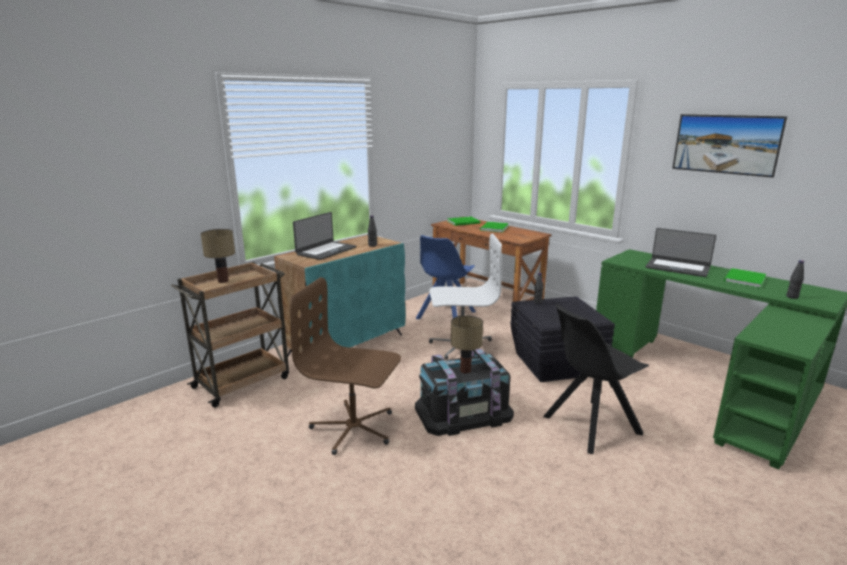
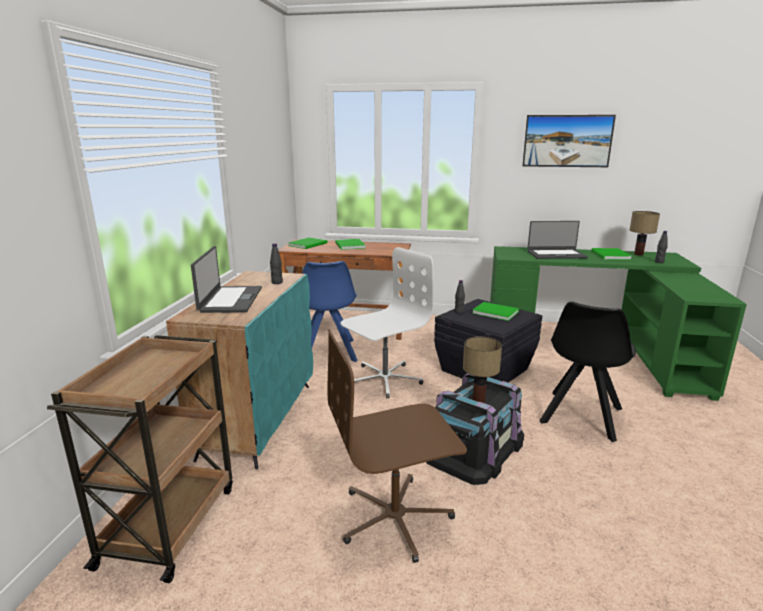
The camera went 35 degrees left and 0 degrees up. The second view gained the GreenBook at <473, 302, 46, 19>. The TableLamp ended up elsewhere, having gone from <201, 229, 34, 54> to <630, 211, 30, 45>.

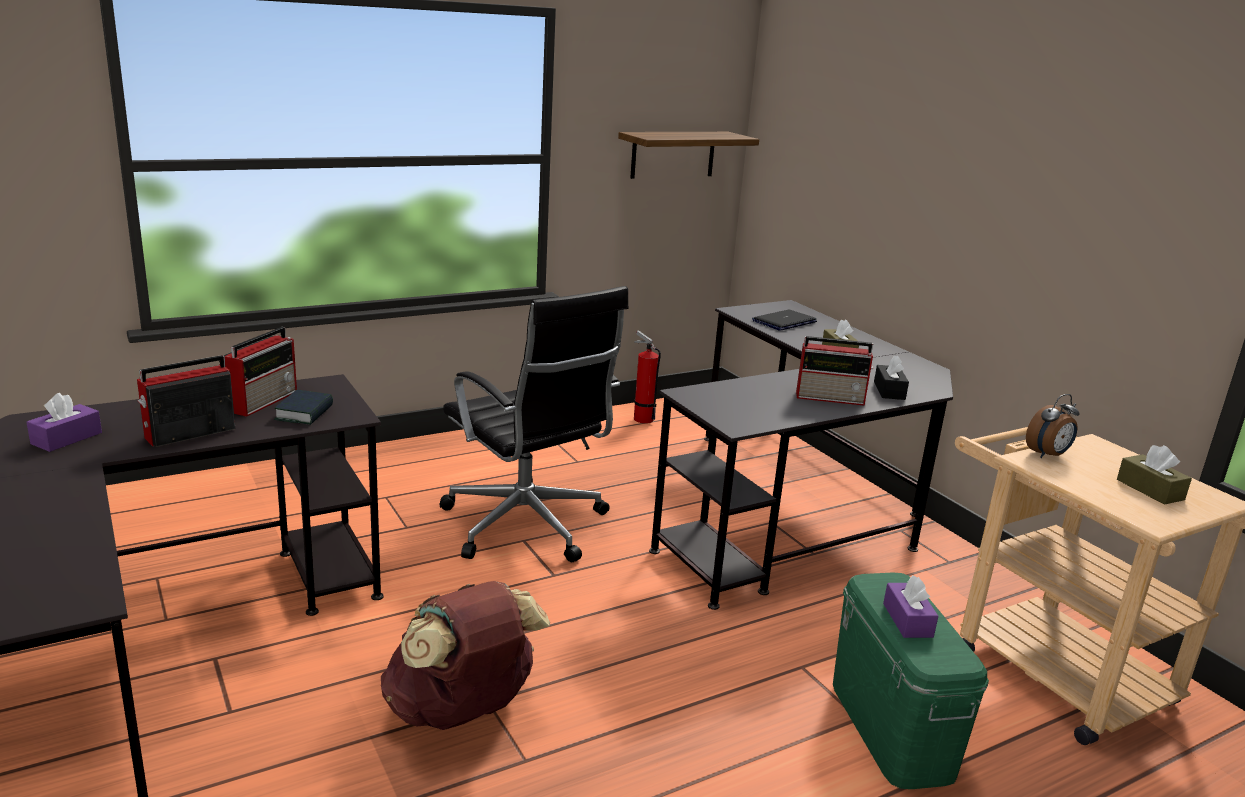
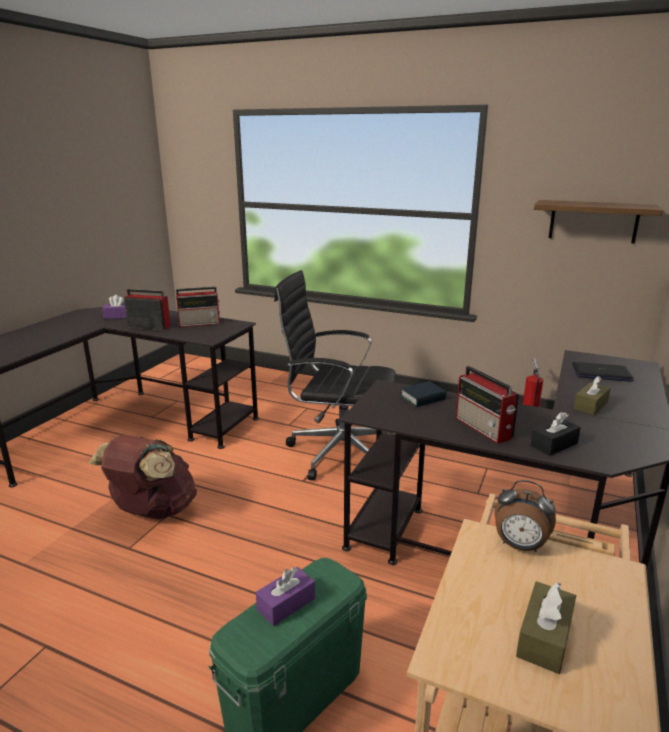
The camera went 55 degrees right and 0 degrees up. The Book ended up elsewhere, having gone from <274, 390, 59, 35> to <400, 381, 46, 26>. The BlackOfficeChair at <439, 286, 189, 276> ended up facing another way, 90 degrees clockwise from before.

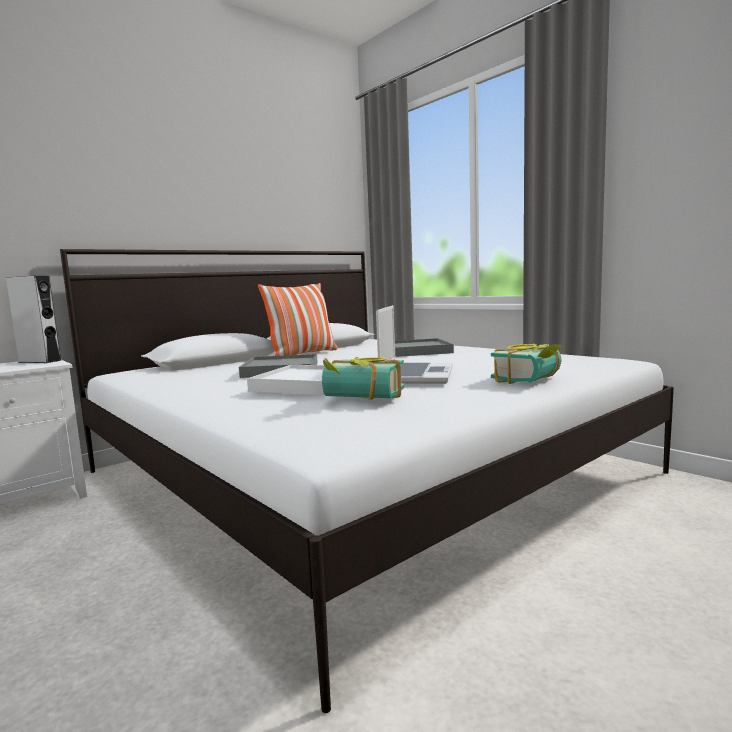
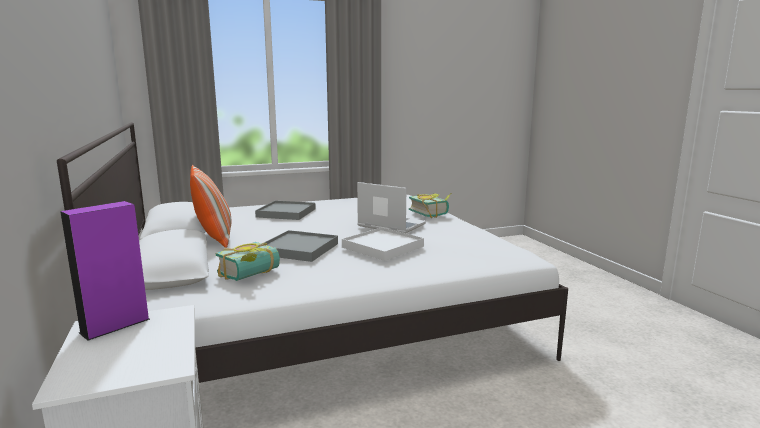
The camera went 70 degrees left and 5 degrees up. The Book ended up elsewhere, having gone from <322, 357, 82, 43> to <216, 242, 64, 39>. What was the GreySpeaker at <6, 276, 56, 87> turned into the PurpleSpeaker at <60, 201, 90, 140>.

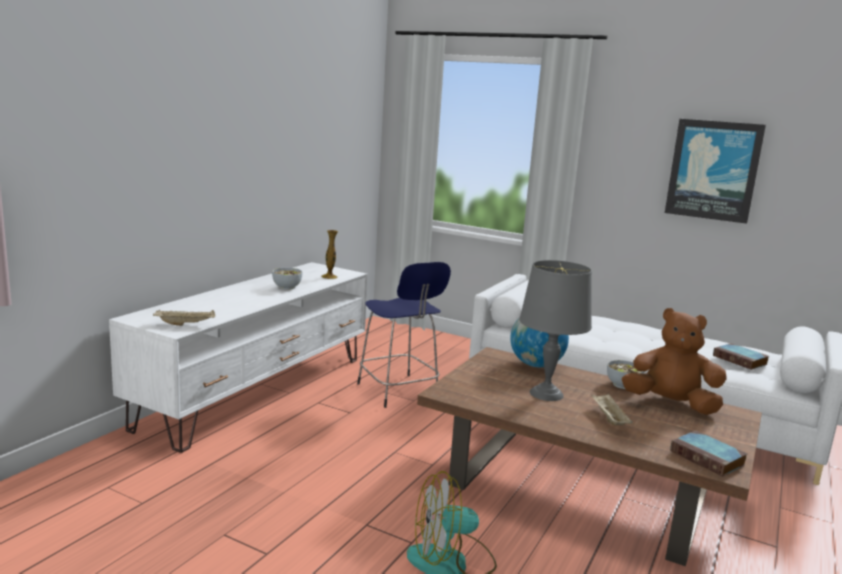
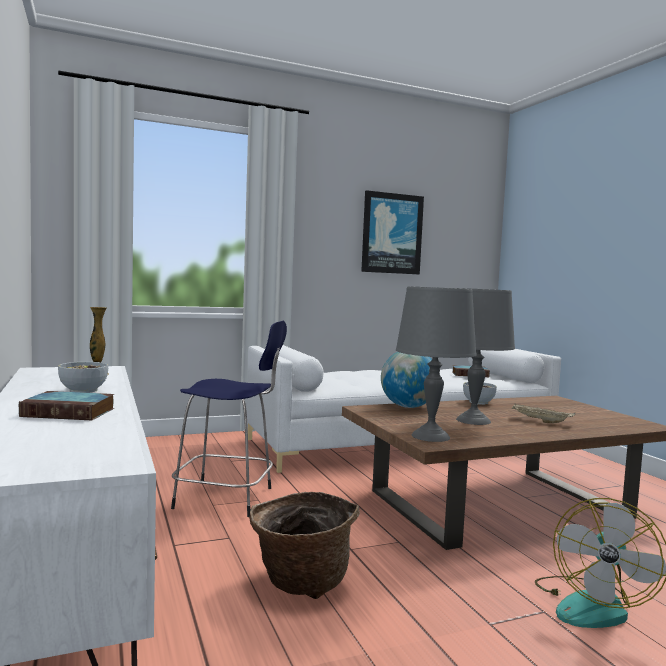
The camera went 50 degrees left and 10 degrees down. The second view lost the BeigeTray at <153, 310, 62, 16>. The second view lost the BrownPlushToy at <622, 308, 105, 107>. The second view gained the Basket at <250, 492, 110, 107>. The second view gained the GreyTableLamp at <396, 286, 81, 156>. The Book ended up elsewhere, having gone from <670, 430, 78, 46> to <19, 391, 95, 29>.

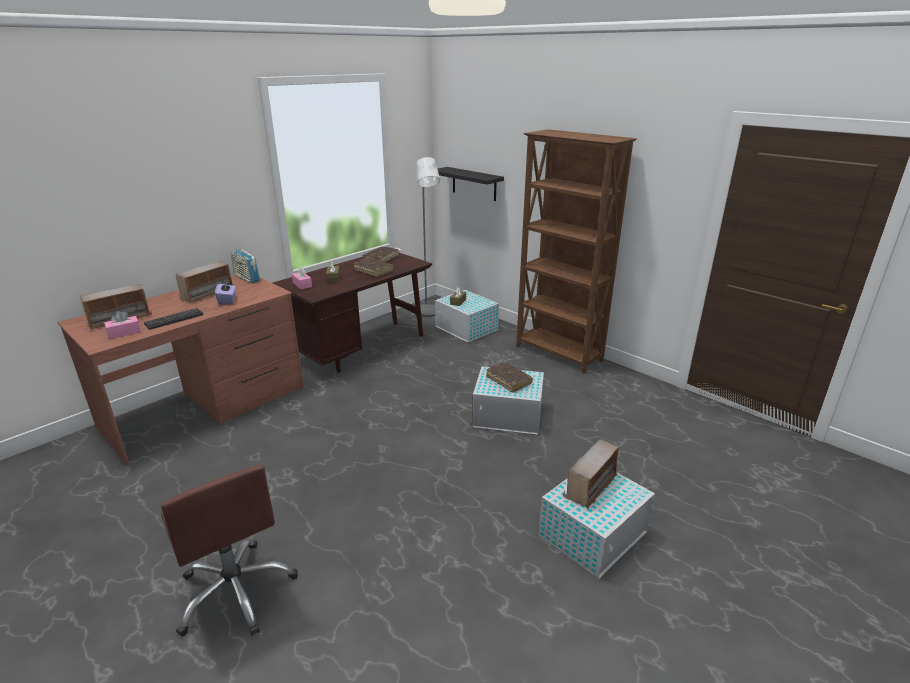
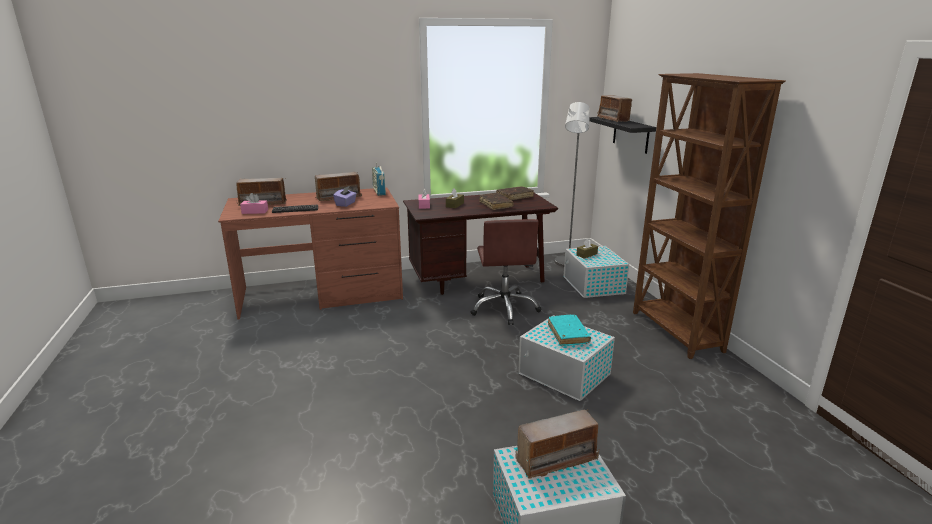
The camera went 30 degrees right and 5 degrees down. The second view gained the Radio at <597, 95, 35, 27>. The BrownOfficeChair ended up elsewhere, having gone from <161, 464, 137, 173> to <471, 219, 70, 106>. What was the BrownBook at <486, 362, 47, 30> turned into the TurquoiseBook at <548, 315, 43, 31>.

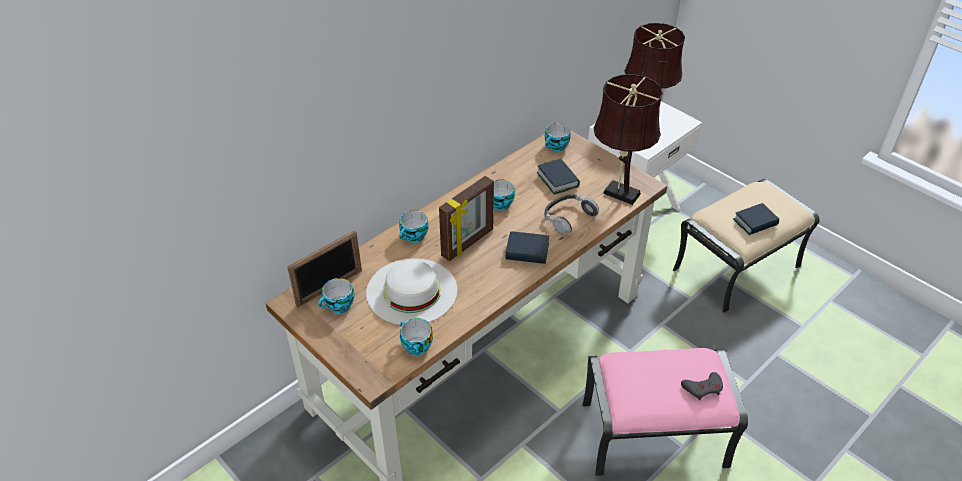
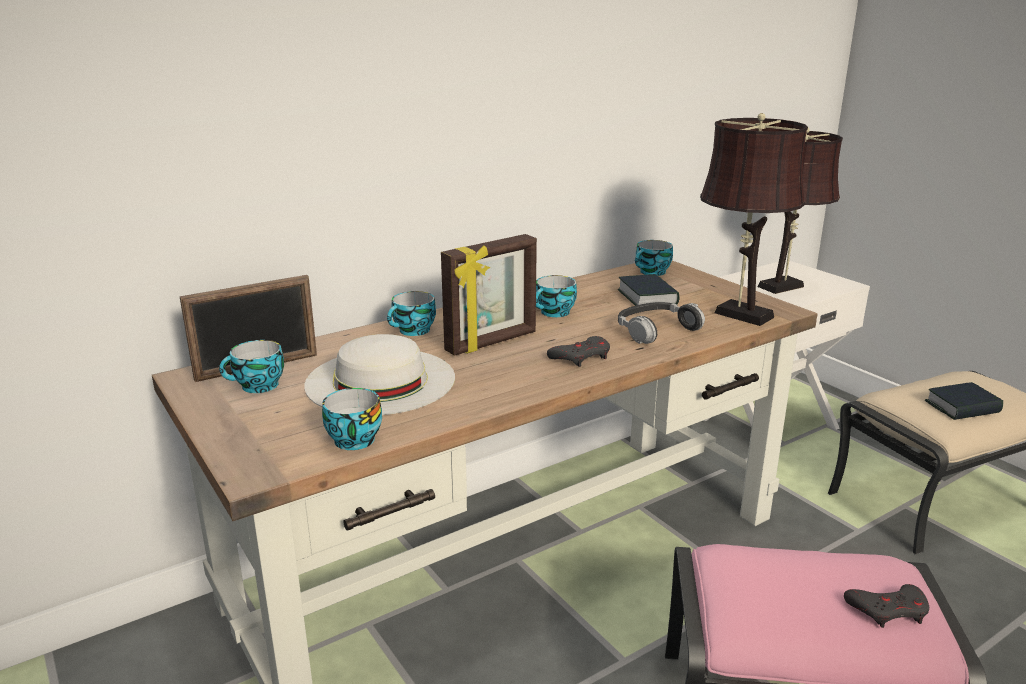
The camera went 10 degrees right and 20 degrees down. Where the Book stood at <505, 231, 44, 33>, the GreyGameController came to stand at <547, 336, 63, 31>.

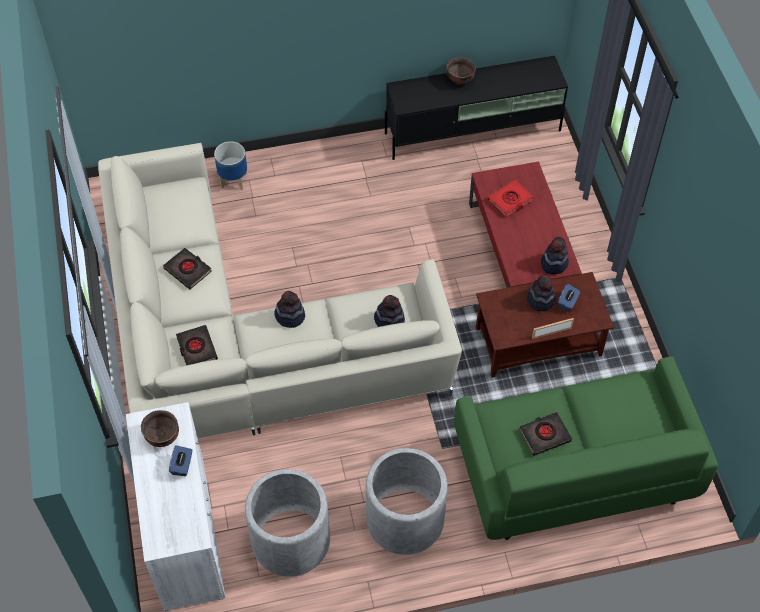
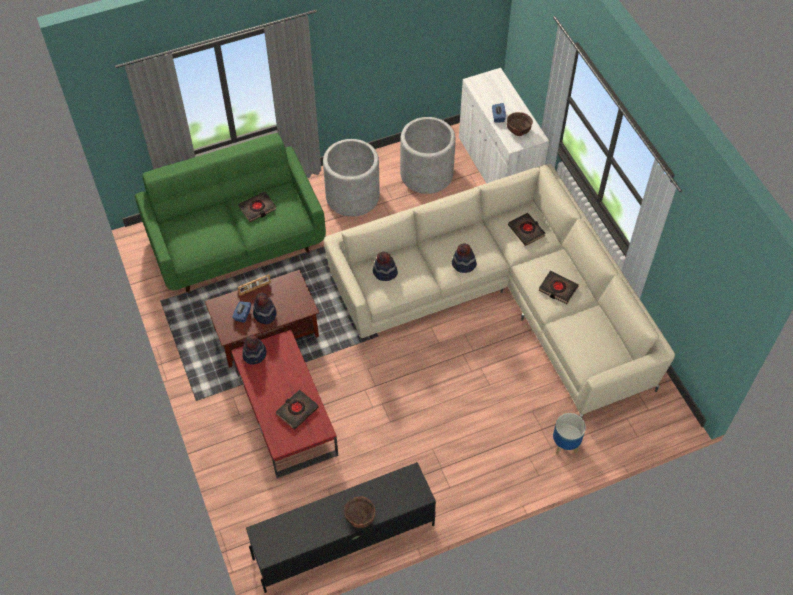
The camera went 170 degrees right and 0 degrees up. What was the RedBook at <488, 180, 46, 37> turned into the BlackBook at <276, 390, 43, 40>.

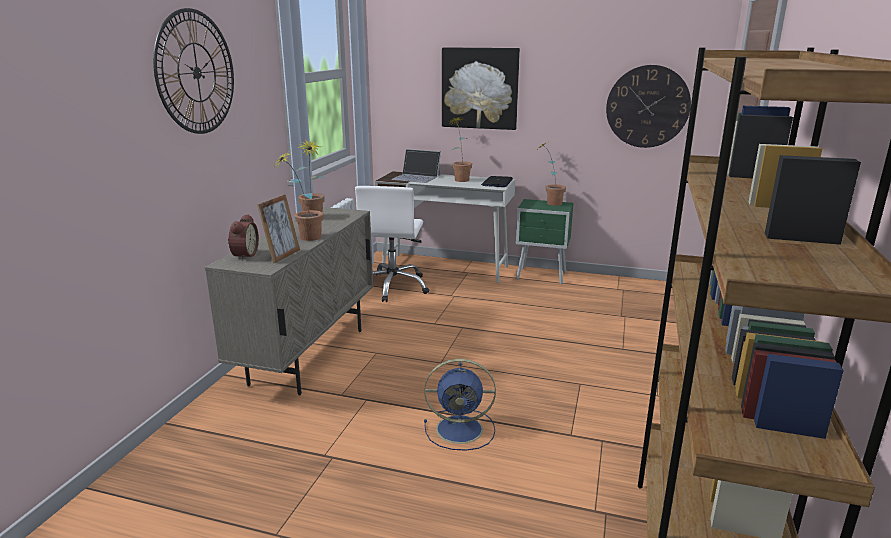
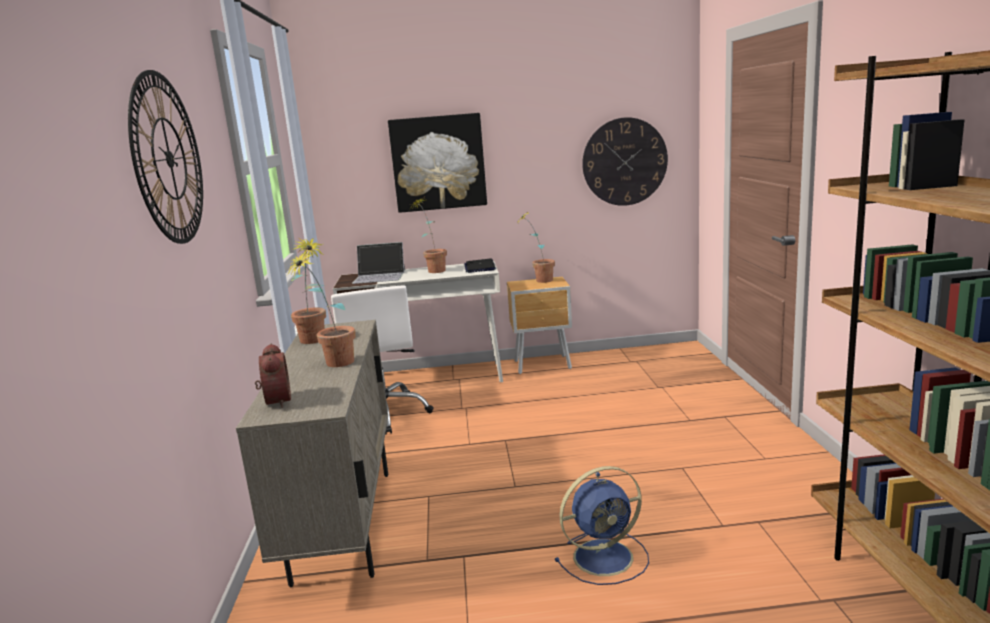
The camera went 20 degrees left and 5 degrees down. The second view lost the PictureFrame at <257, 194, 43, 70>. What was the GreenNightstand at <516, 199, 57, 85> turned into the BrownNightstand at <507, 277, 65, 97>.

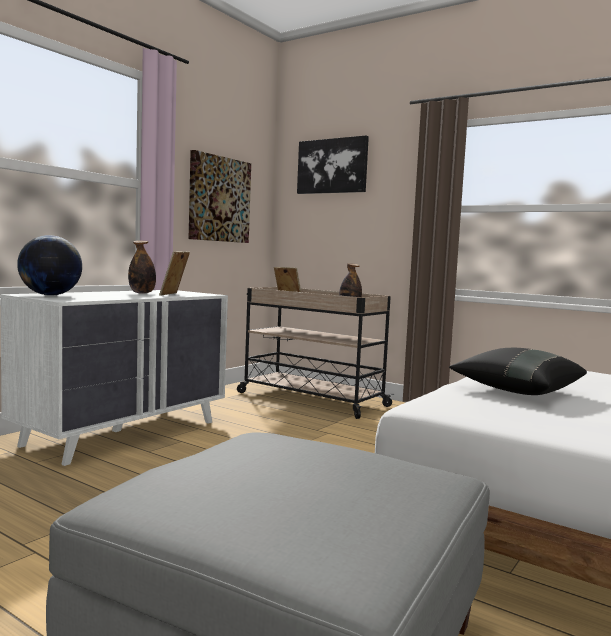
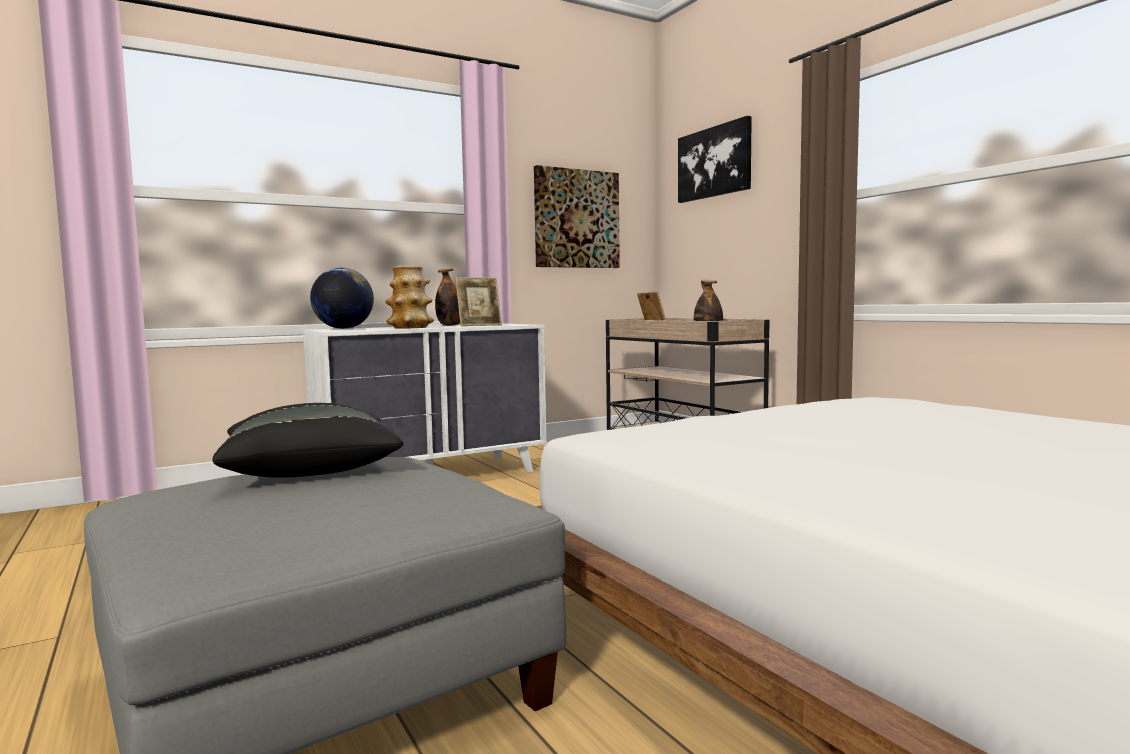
The camera went 25 degrees right and 0 degrees up. The second view gained the Vase at <385, 266, 49, 63>. The BlackPillow ended up elsewhere, having gone from <449, 348, 138, 47> to <212, 403, 192, 75>. The PictureFrame at <159, 251, 31, 45> ended up facing another way, 150 degrees counterclockwise from before.

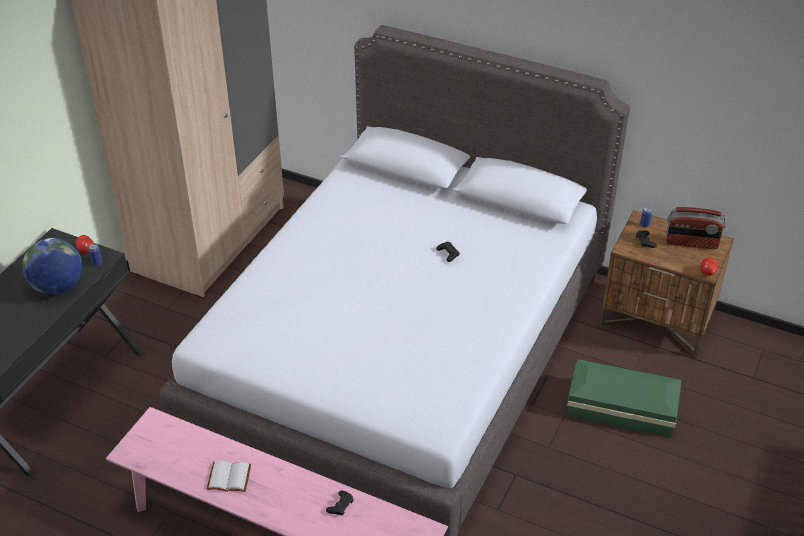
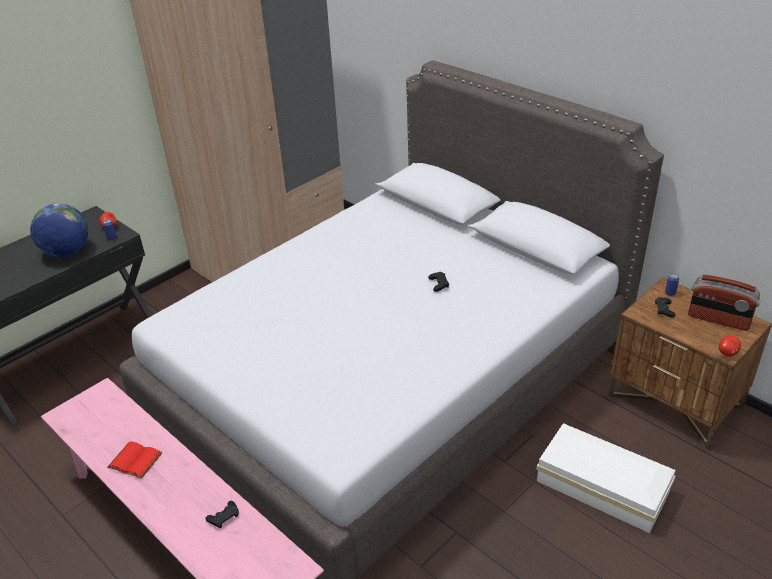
The camera went 20 degrees right and 5 degrees down. What was the WhiteBook at <207, 461, 44, 31> turned into the RedBook at <107, 442, 55, 37>. What was the GreenStorageBox at <567, 359, 114, 78> turned into the WhiteStorageBox at <537, 423, 138, 110>.

